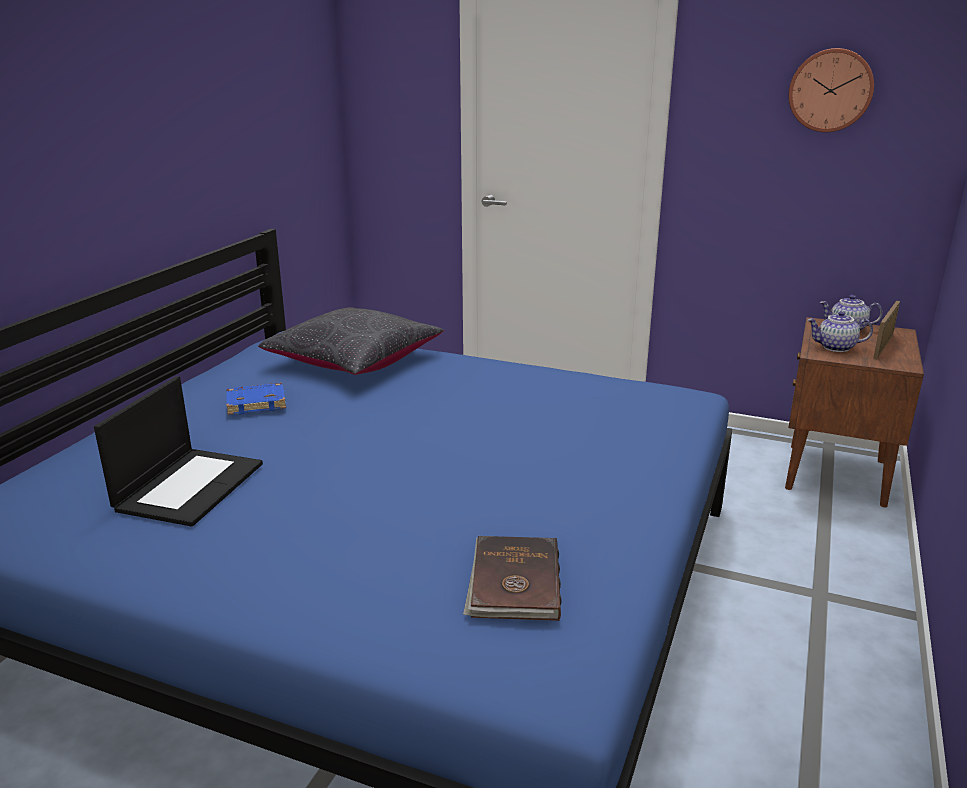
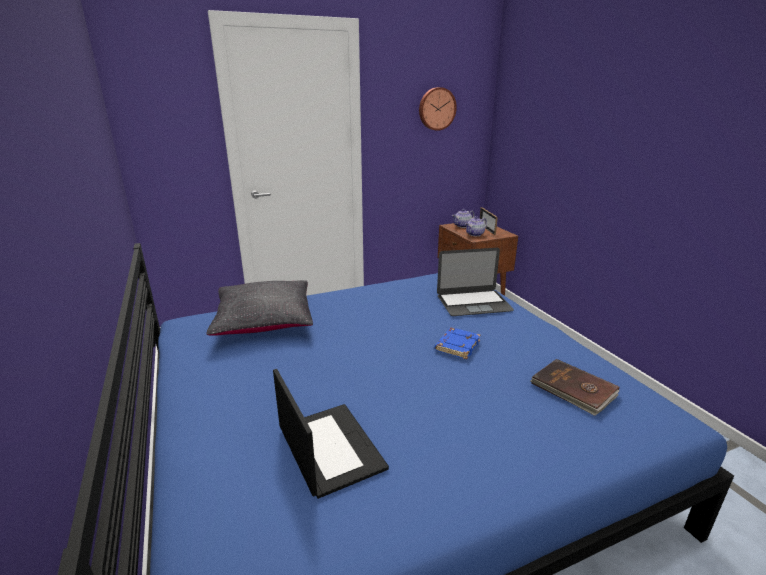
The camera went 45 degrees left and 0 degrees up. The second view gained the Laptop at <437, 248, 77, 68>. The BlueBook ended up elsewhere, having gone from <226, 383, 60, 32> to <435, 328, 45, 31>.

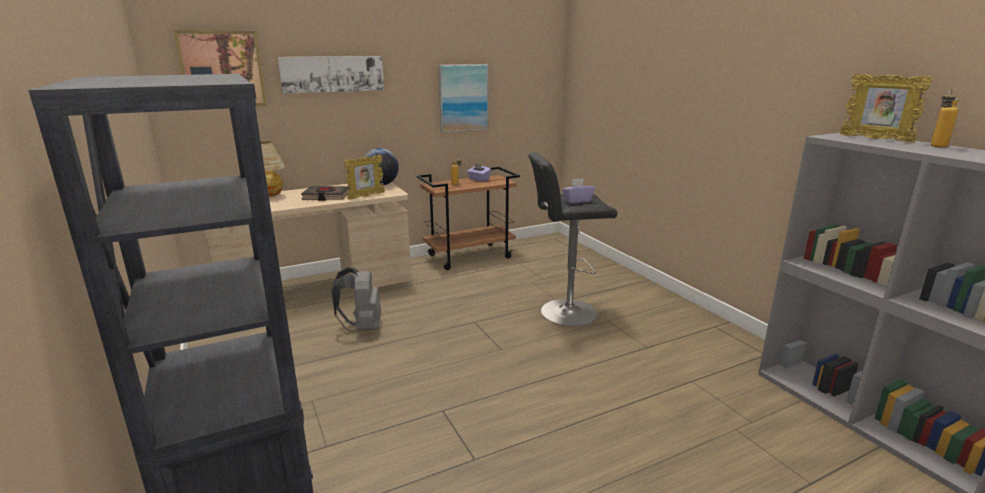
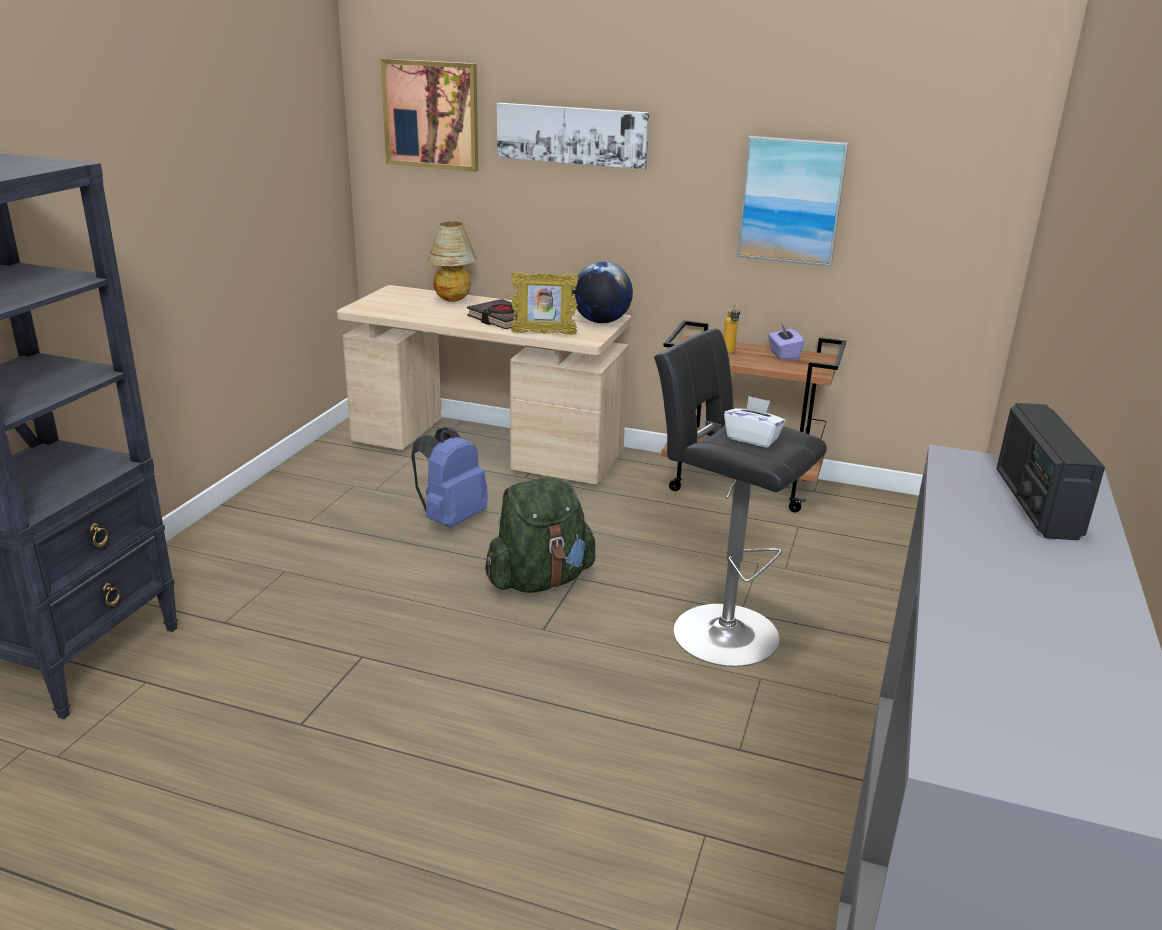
The camera went 45 degrees right and 5 degrees up. The second view lost the Bottle at <931, 89, 28, 59>. The second view gained the GreenBackpack at <485, 477, 110, 116>. Where the PictureFrame stood at <840, 74, 92, 68>, the Radio came to stand at <997, 403, 108, 137>. What was the GreyBackpack at <331, 268, 50, 64> turned into the BlueBackpack at <411, 427, 77, 100>. What was the PurpleTissueBox at <562, 178, 33, 25> turned into the WhiteTissueBox at <724, 396, 61, 52>.

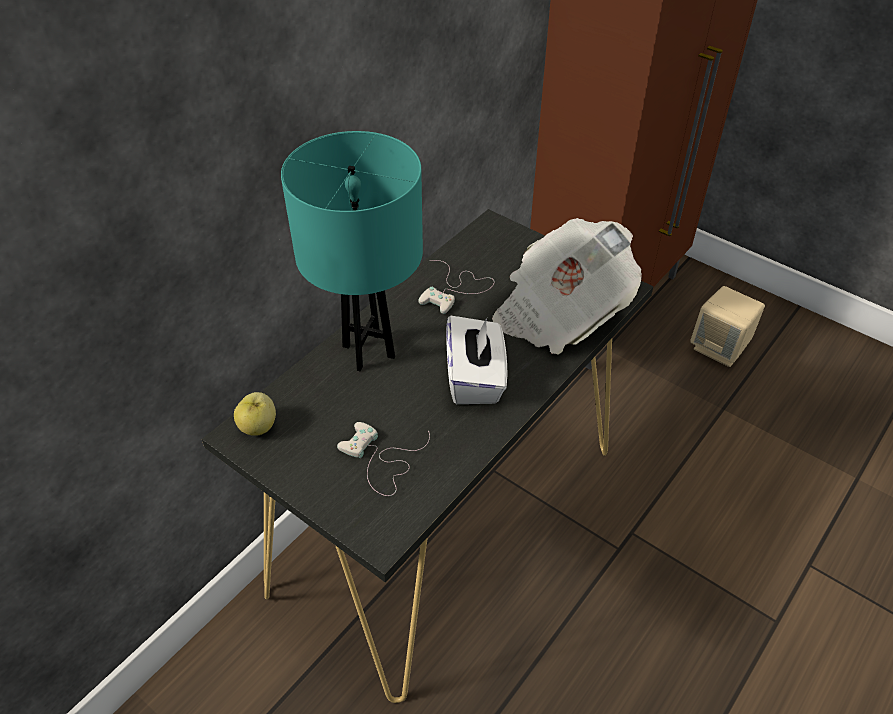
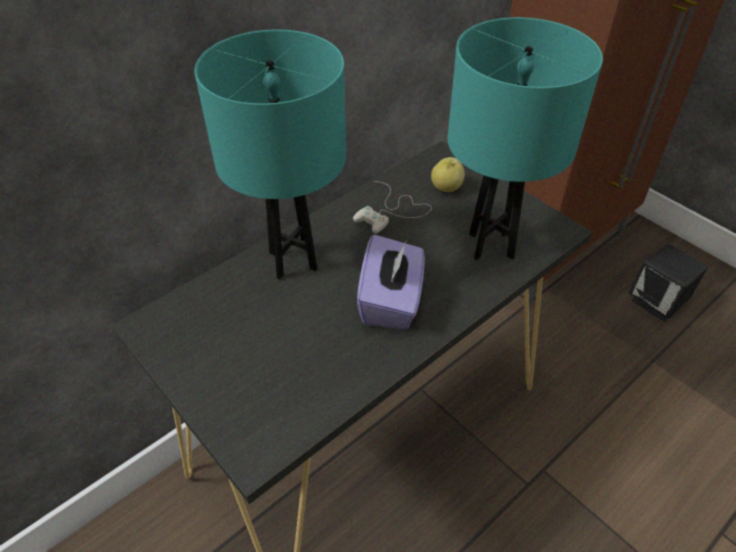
The camera went 10 degrees right and 0 degrees up. The second view lost the WhiteGameController at <337, 422, 93, 74>. The Apple ended up elsewhere, having gone from <234, 392, 42, 44> to <431, 157, 34, 35>. Where the Newspaper stood at <492, 218, 150, 137>, the TurquoiseTableLamp came to stand at <448, 17, 155, 243>. What was the WhiteTissueBox at <446, 315, 62, 89> turned into the PurpleTissueBox at <357, 235, 68, 95>. What was the BeigeSpeaker at <690, 286, 75, 81> turned into the BlackSpeaker at <629, 244, 79, 78>.

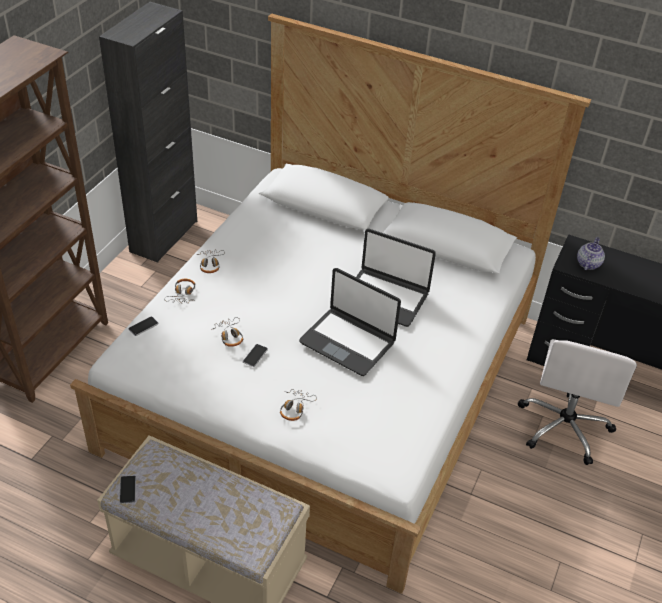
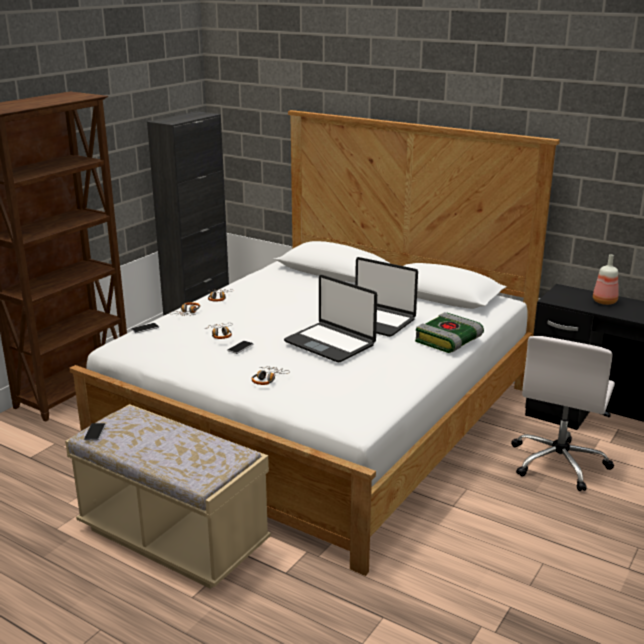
The camera went 10 degrees right and 20 degrees down. The second view lost the Teapot at <577, 237, 28, 33>. The second view gained the Book at <415, 312, 69, 41>. The second view gained the Bottle at <593, 254, 25, 51>.

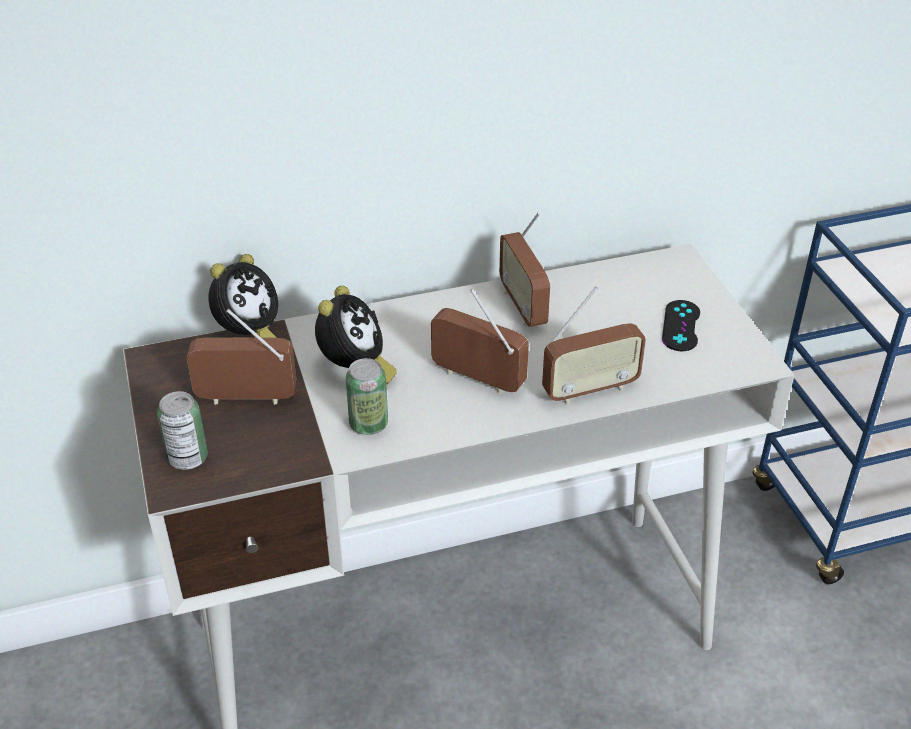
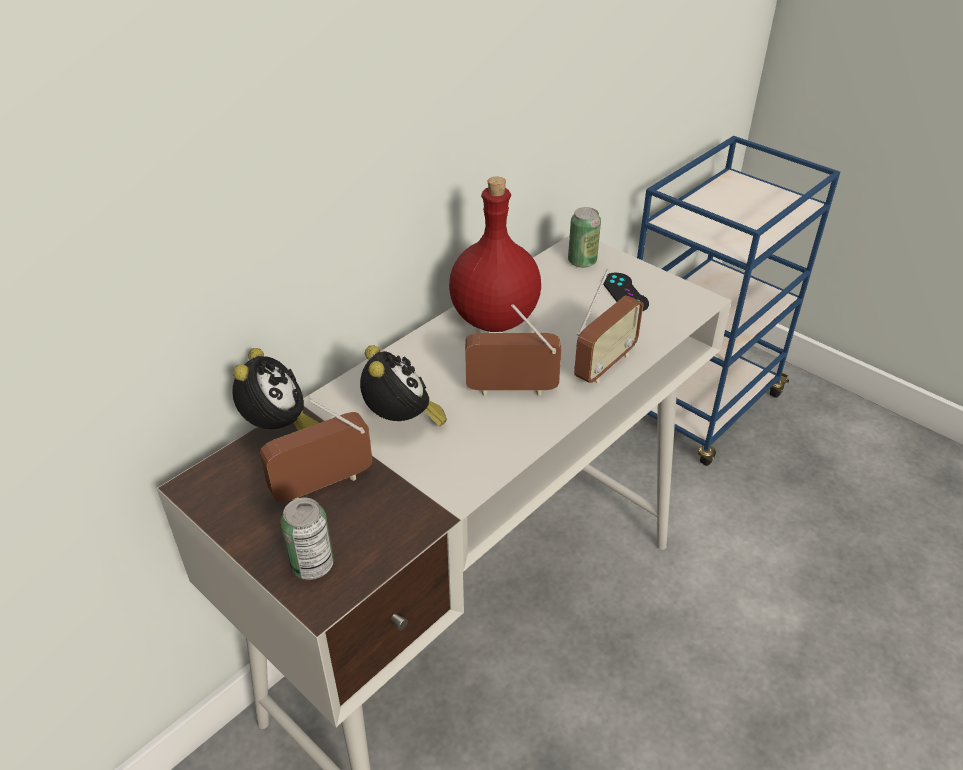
The camera went 30 degrees left and 0 degrees up. The Can ended up elsewhere, having gone from <346, 358, 42, 77> to <568, 207, 33, 61>. Where the Radio stood at <499, 212, 51, 115>, the RedBottle came to stand at <449, 176, 92, 156>.

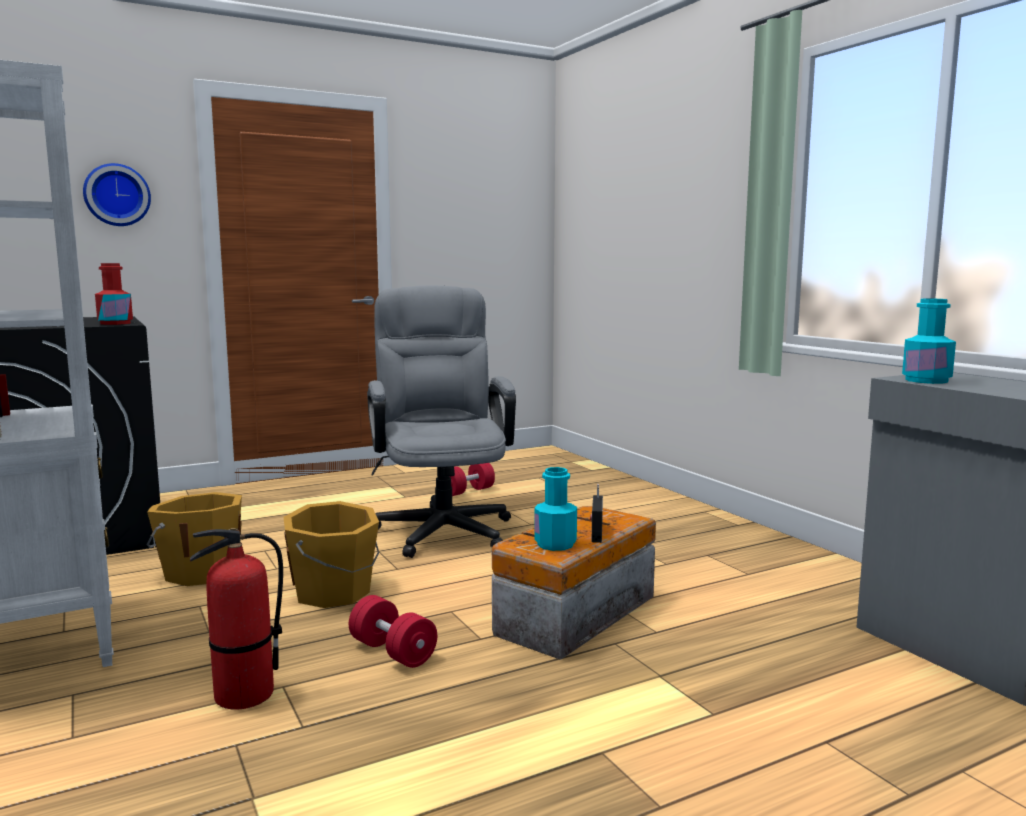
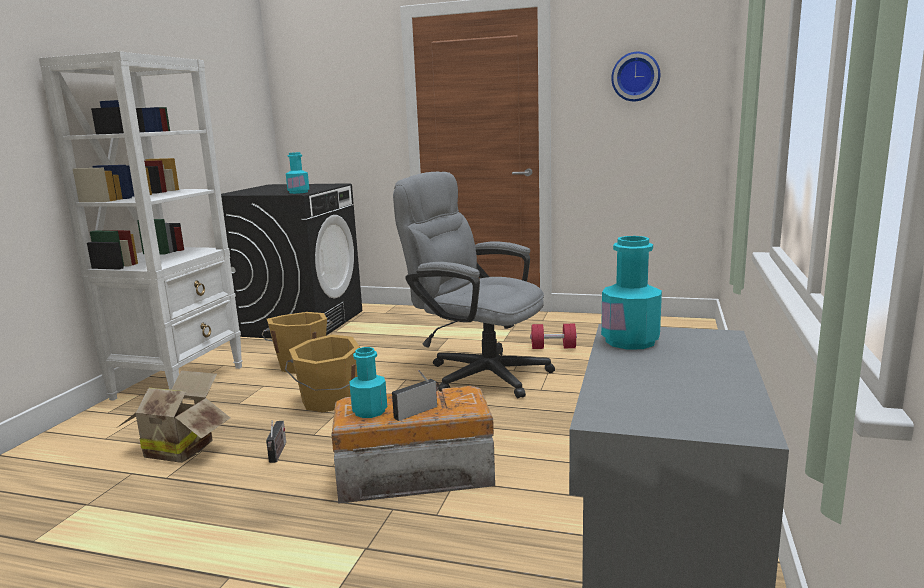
The camera went 45 degrees right and 5 degrees up. The WallClock ended up elsewhere, having gone from <83, 163, 68, 63> to <611, 52, 49, 49>. Where the FireExtinguisher stood at <190, 528, 93, 182>, the CardboardBox came to stand at <118, 370, 112, 93>. Where the RedDumbbell stood at <349, 595, 88, 73>, the Radio came to stand at <266, 420, 20, 43>. What was the RedBottle at <95, 263, 38, 62> turned into the TurquoiseBottle at <286, 152, 23, 42>. The GreyOfficeChair at <367, 286, 149, 272> ended up facing another way, 90 degrees counterclockwise from before.

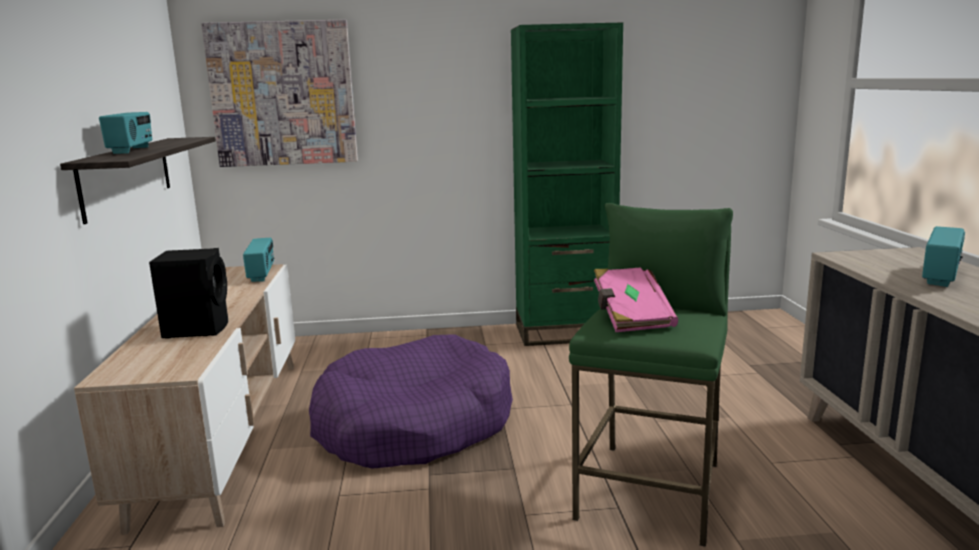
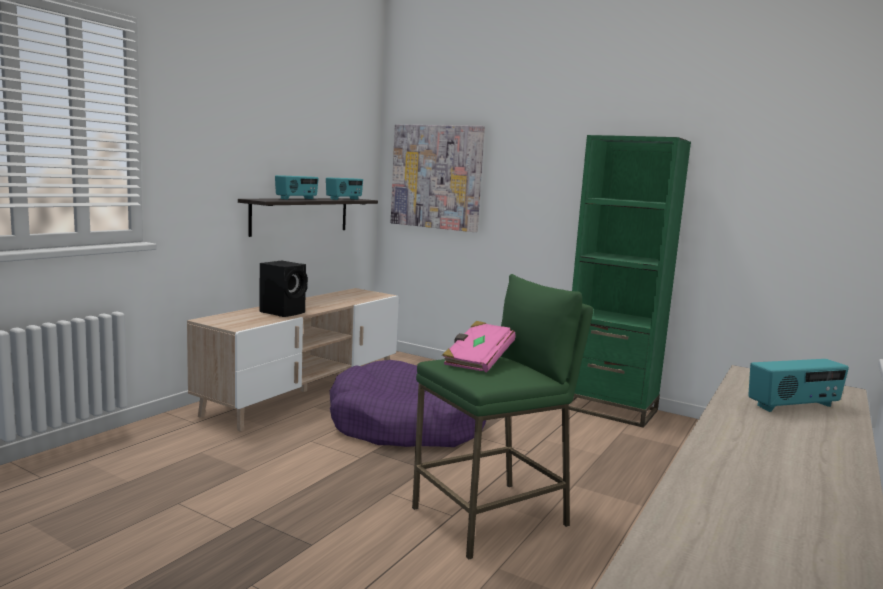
The camera went 35 degrees right and 5 degrees down. The Radio ended up elsewhere, having gone from <243, 238, 32, 44> to <326, 177, 37, 23>.

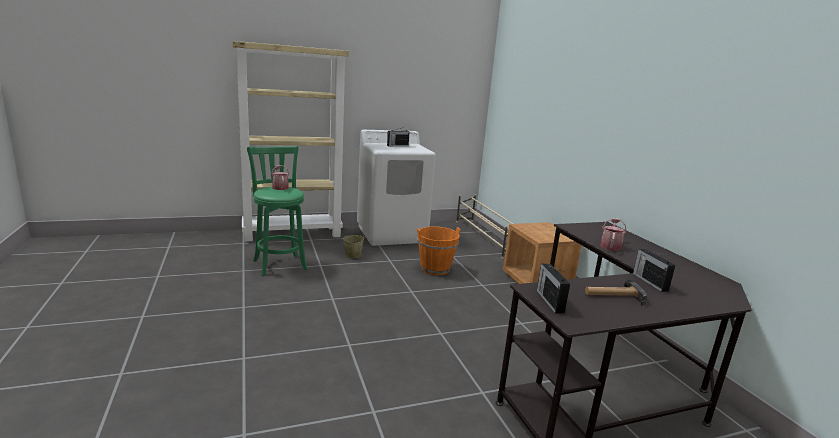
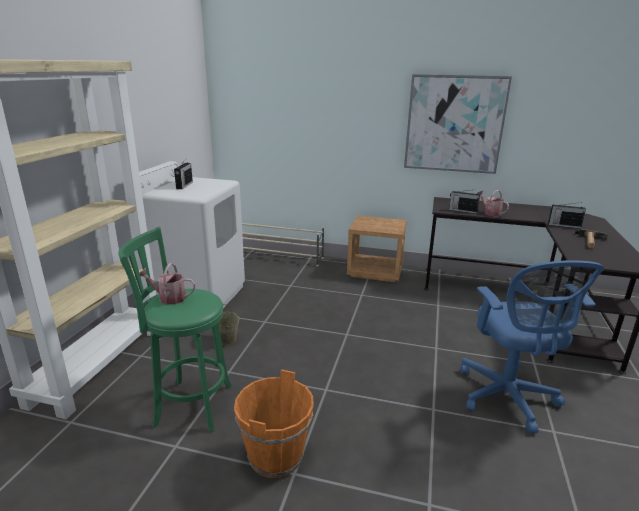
The camera went 55 degrees left and 5 degrees up. The second view gained the Picture at <404, 74, 108, 100>. The second view gained the BlueOfficeChair at <460, 260, 144, 174>. The OrangeBucket ended up elsewhere, having gone from <417, 227, 44, 48> to <234, 369, 80, 109>. The Radio ended up elsewhere, having gone from <537, 264, 33, 49> to <449, 189, 31, 25>.

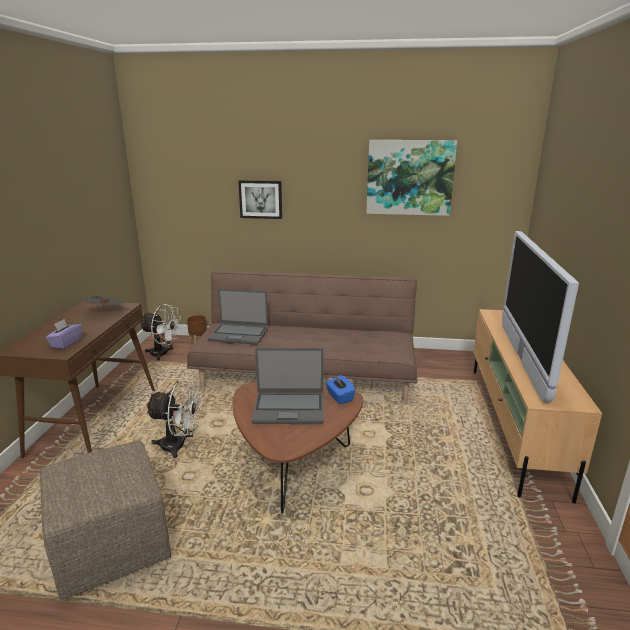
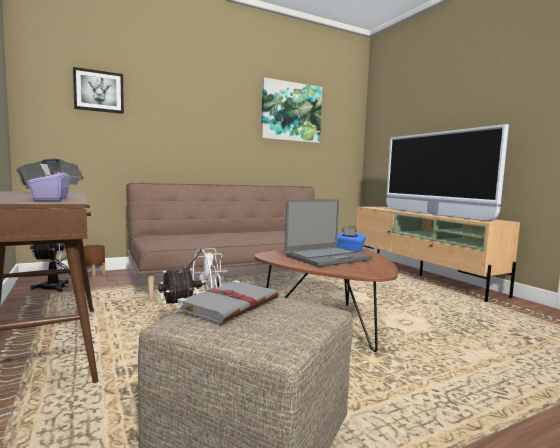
The camera went 35 degrees left and 15 degrees down. The second view lost the Laptop at <208, 289, 60, 56>. The second view gained the GreyBook at <177, 280, 102, 43>. The Picture ended up elsewhere, having gone from <238, 180, 44, 39> to <73, 67, 51, 47>.

